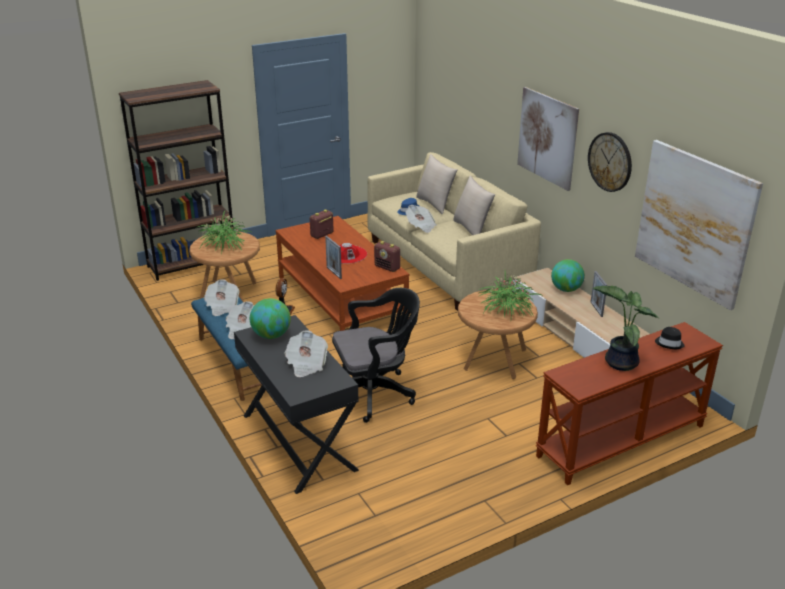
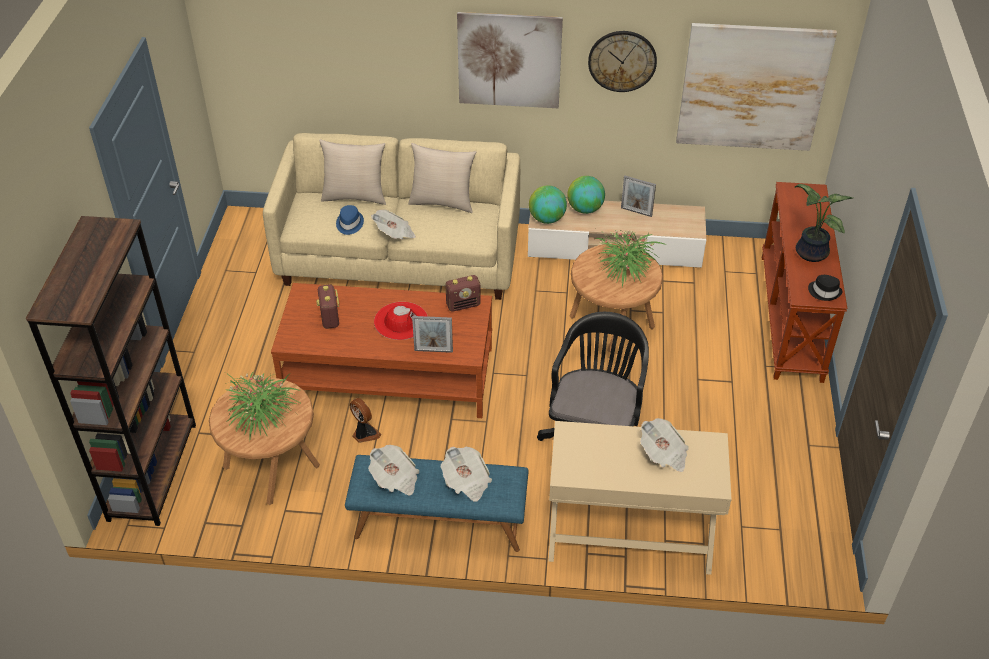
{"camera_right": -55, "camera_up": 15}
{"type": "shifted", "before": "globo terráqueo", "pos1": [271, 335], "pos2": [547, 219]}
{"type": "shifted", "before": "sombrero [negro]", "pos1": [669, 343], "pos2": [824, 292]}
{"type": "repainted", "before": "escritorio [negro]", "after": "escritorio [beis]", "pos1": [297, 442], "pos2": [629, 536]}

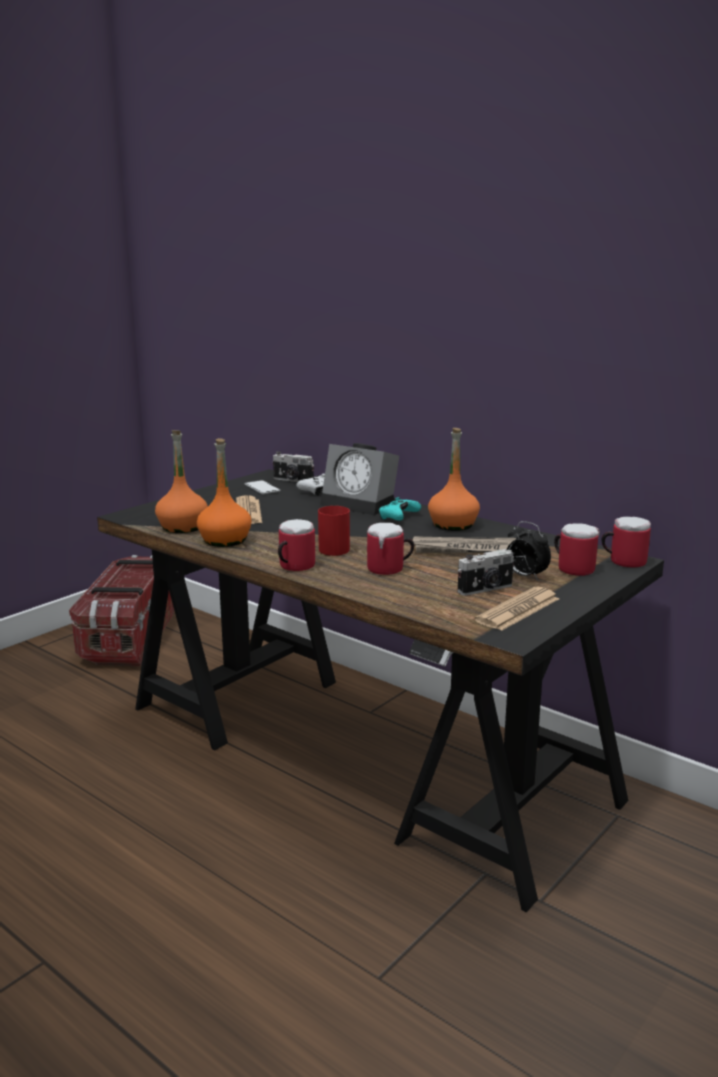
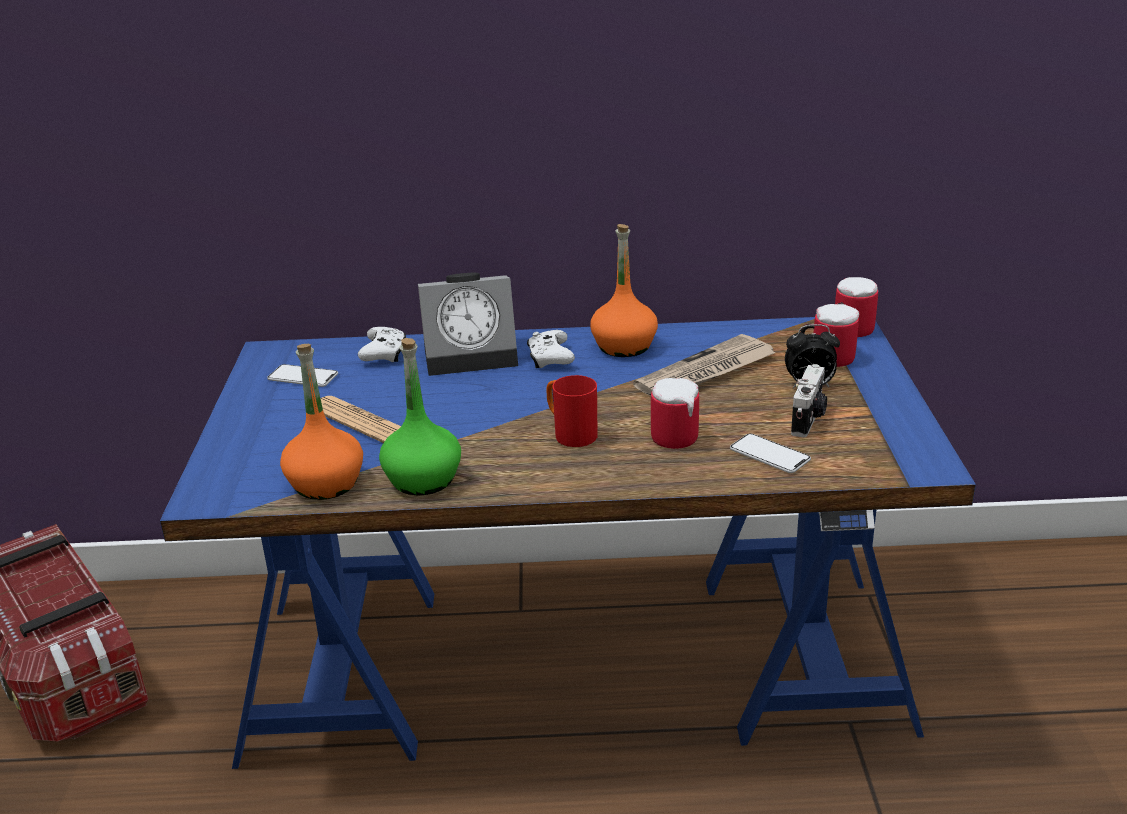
{"camera_right": -40, "camera_up": 10}
{"type": "gone", "before": "cámara", "pos1": [293, 480]}
{"type": "gone", "before": "taza grande", "pos1": [292, 566]}
{"type": "gone", "before": "periódico", "pos1": [518, 610]}
{"type": "new", "after": "móvil", "pos2": [769, 455]}
{"type": "repainted", "before": "escritorio [negro]", "after": "escritorio [azul]", "pos1": [362, 750], "pos2": [574, 660]}
{"type": "repainted", "before": "botella [naranja]", "after": "botella [verde]", "pos1": [225, 540], "pos2": [423, 479]}
{"type": "repainted", "before": "mando de consola [turquesa]", "after": "mando de consola [blanco]", "pos1": [398, 517], "pos2": [550, 358]}

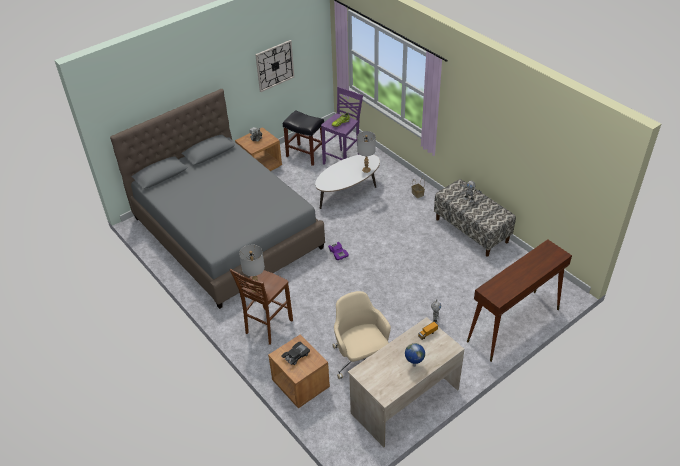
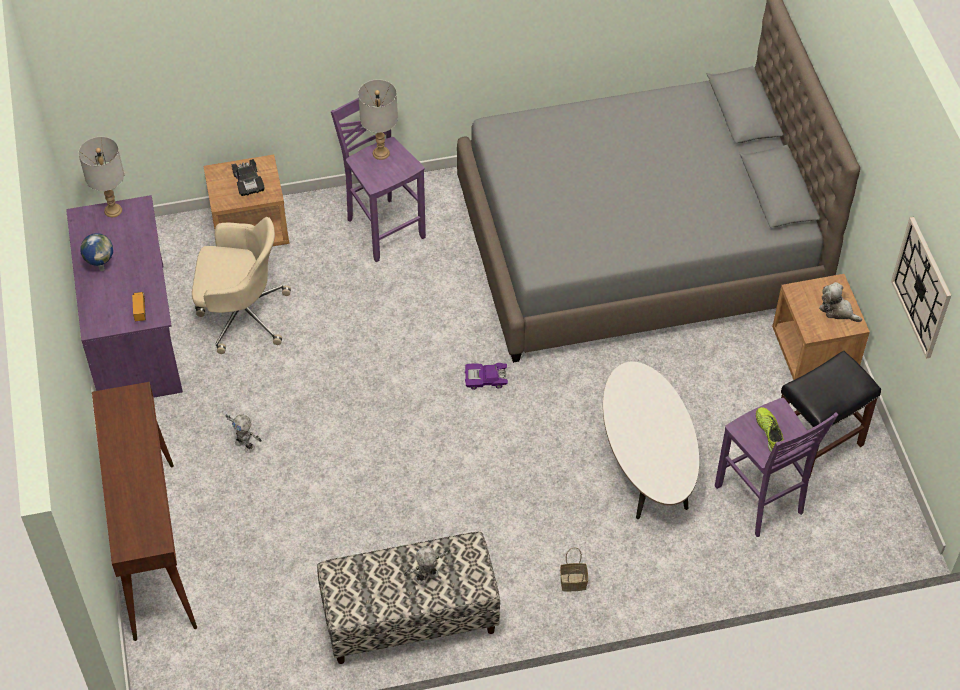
{"camera_right": 115, "camera_up": 10}
{"type": "shifted", "before": "lámpara de mesa [gris]", "pos1": [366, 170], "pos2": [113, 210]}
{"type": "repainted", "before": "taburete [marrón]", "after": "taburete [morado]", "pos1": [267, 327], "pos2": [384, 228]}
{"type": "repainted", "before": "escritorio [beis]", "after": "escritorio [morado]", "pos1": [404, 400], "pos2": [134, 333]}

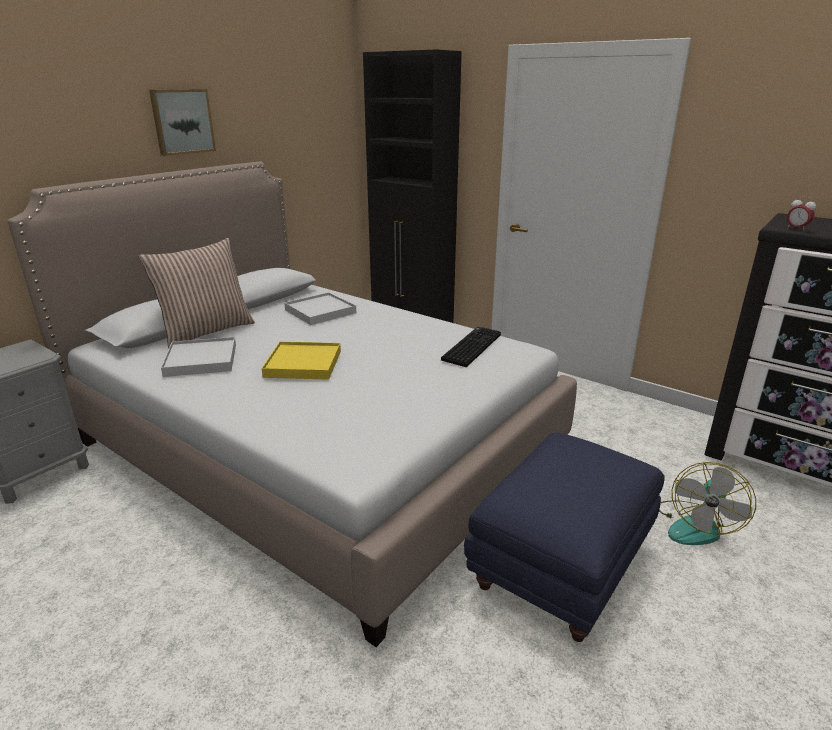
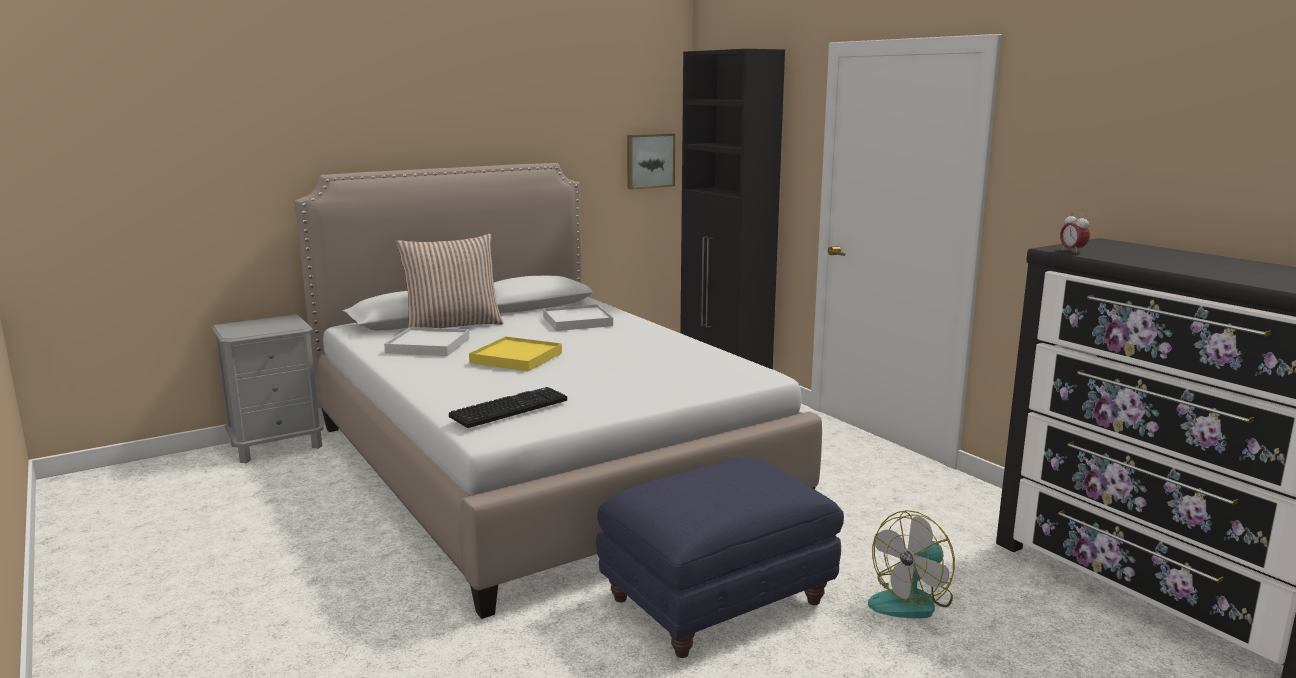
{"camera_right": 20, "camera_up": -10}
{"type": "shifted", "before": "cuadro", "pos1": [182, 121], "pos2": [649, 160]}
{"type": "shifted", "before": "teclado", "pos1": [471, 347], "pos2": [509, 408]}

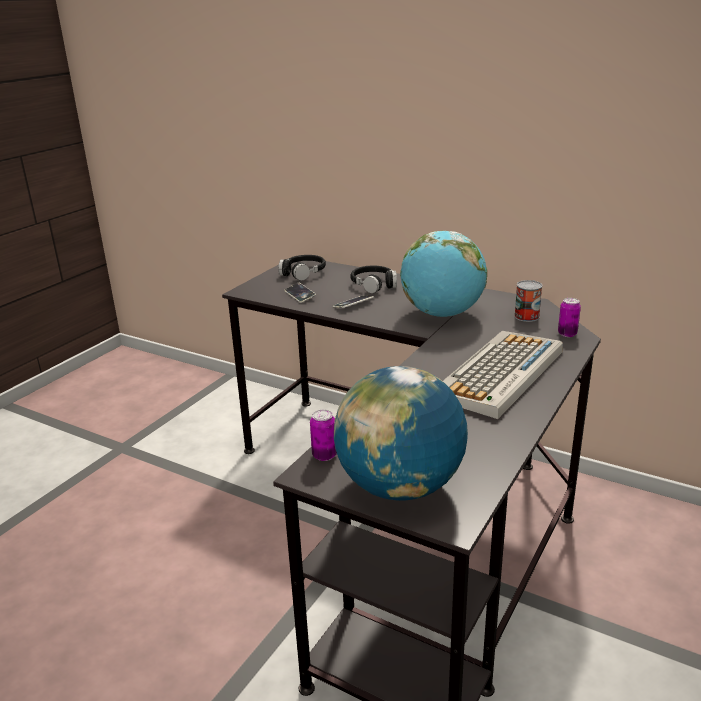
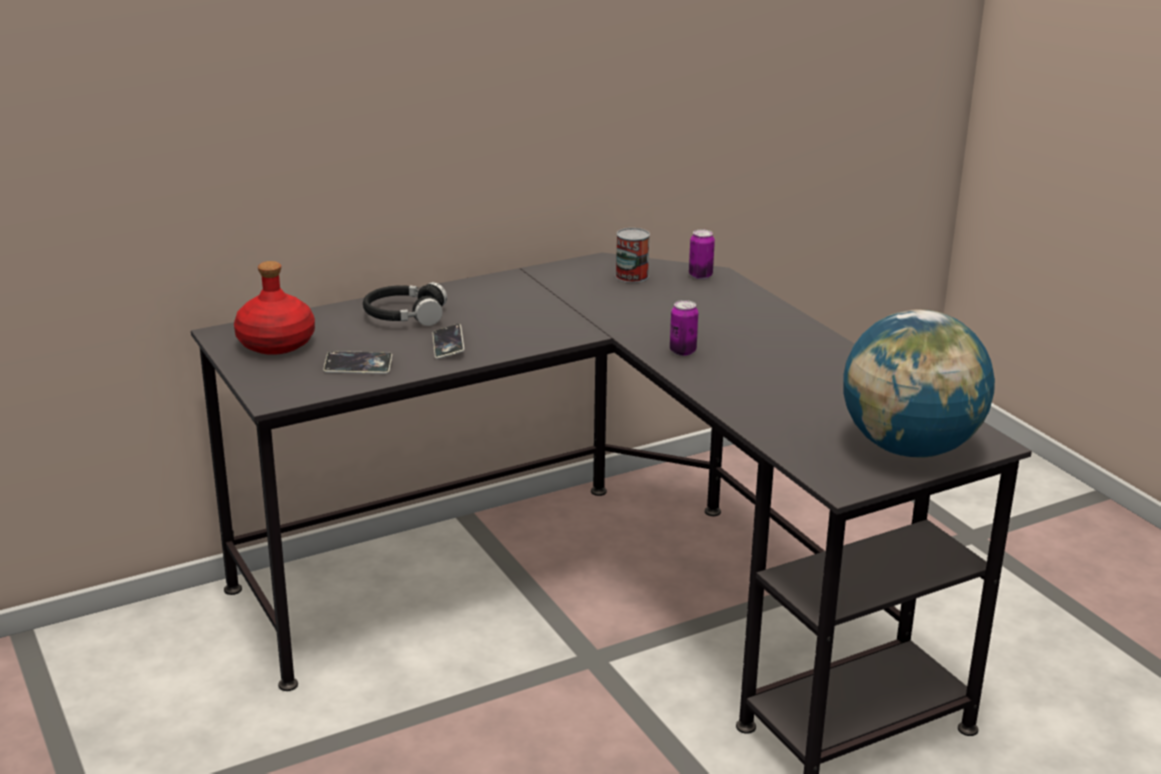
{"camera_right": -60, "camera_up": 0}
{"type": "gone", "before": "globo terráqueo", "pos1": [442, 314]}
{"type": "gone", "before": "teclado", "pos1": [499, 374]}
{"type": "shifted", "before": "lata", "pos1": [324, 455], "pos2": [682, 351]}
{"type": "swapped", "before": "auriculares [negro]", "after": "botella [rojo]", "pos1": [303, 273], "pos2": [276, 343]}

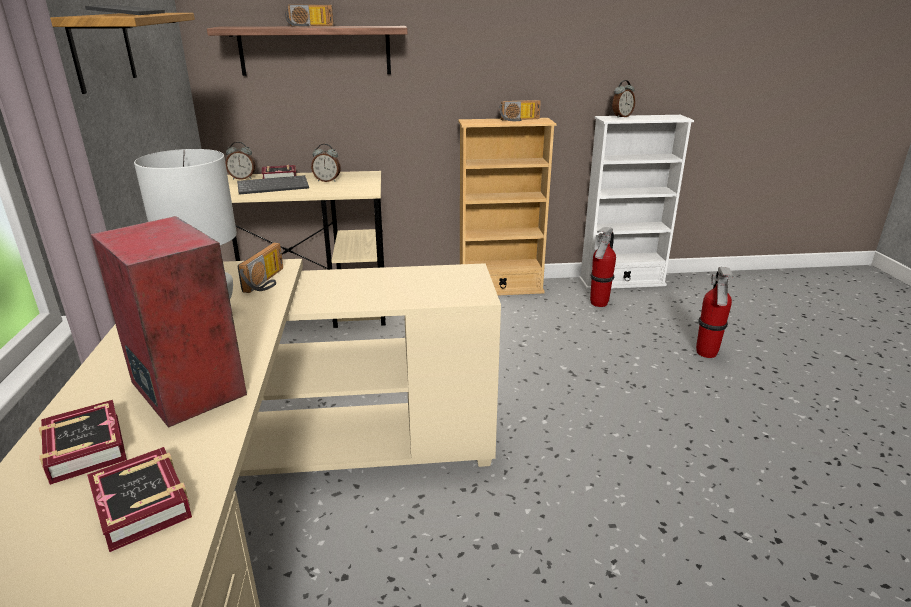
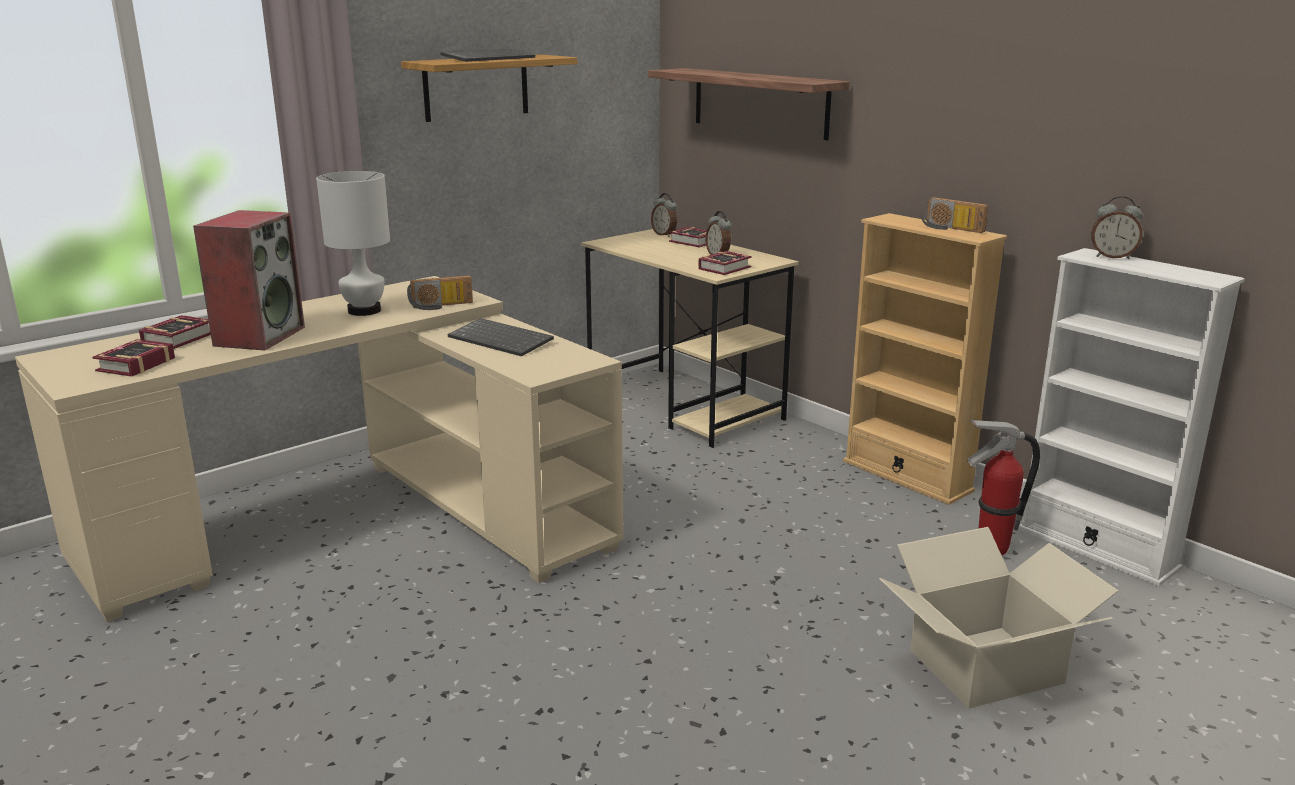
{"camera_right": 55, "camera_up": -5}
{"type": "gone", "before": "radio", "pos1": [309, 26]}
{"type": "new", "after": "libro", "pos2": [727, 268]}
{"type": "shifted", "before": "teclado", "pos1": [274, 186], "pos2": [502, 340]}
{"type": "swapped", "before": "extintor", "after": "caja de cartón", "pos1": [706, 353], "pos2": [987, 667]}

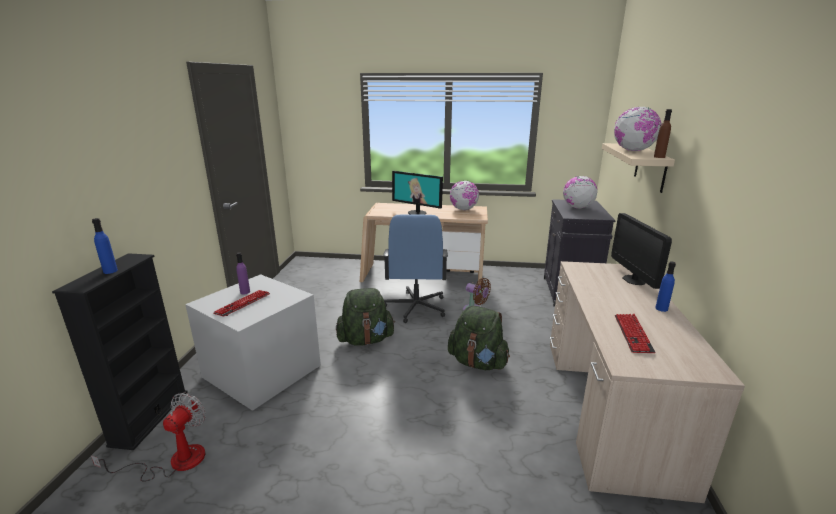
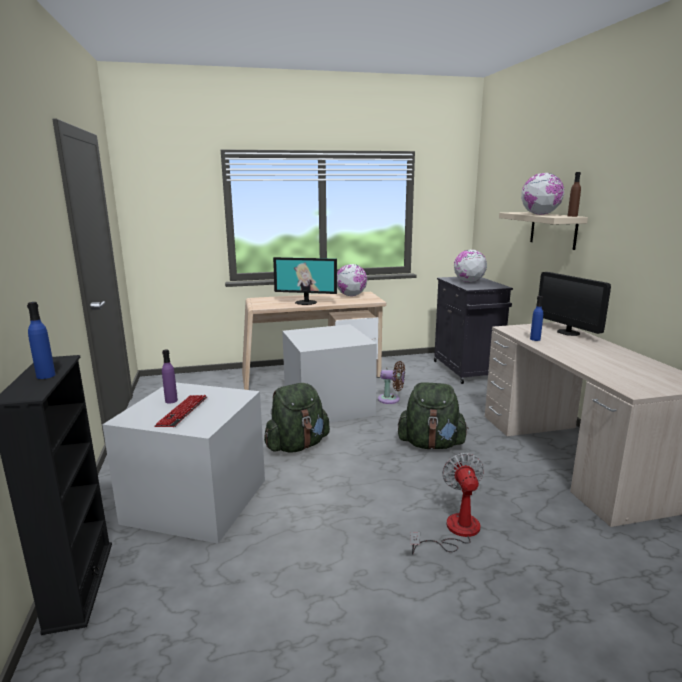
{"camera_right": -20, "camera_up": -5}
{"type": "gone", "before": "teclado", "pos1": [633, 334]}
{"type": "shifted", "before": "ventilador", "pos1": [174, 461], "pos2": [455, 531]}
{"type": "shifted", "before": "botella [azul]", "pos1": [661, 308], "pos2": [535, 339]}
{"type": "swapped", "before": "silla de oficina [azul]", "after": "caja de almacenaje [gris]", "pos1": [415, 307], "pos2": [327, 406]}

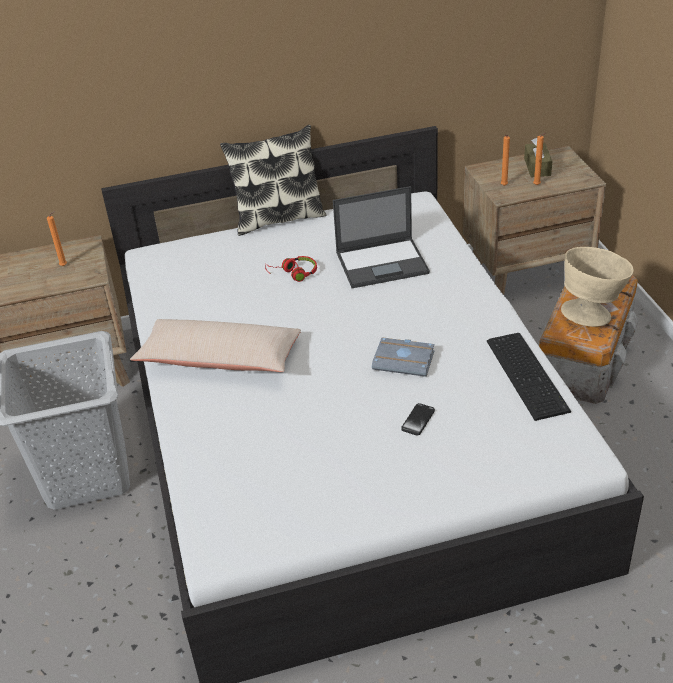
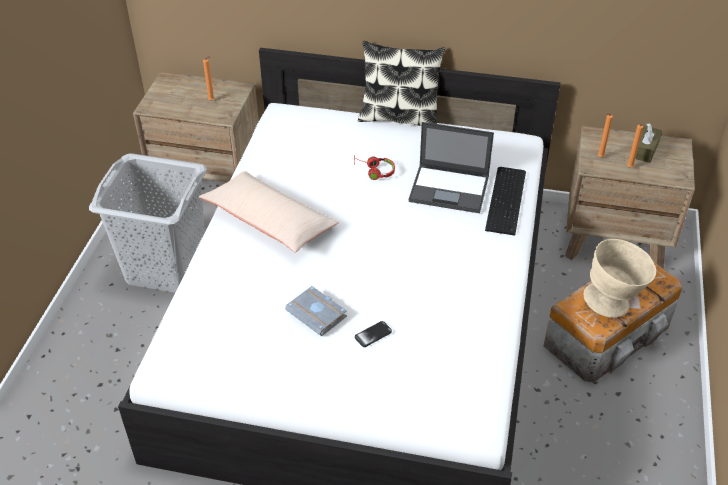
{"camera_right": 25, "camera_up": 5}
{"type": "shifted", "before": "libro [gris]", "pos1": [405, 360], "pos2": [318, 314]}
{"type": "shifted", "before": "teclado", "pos1": [528, 374], "pos2": [508, 200]}

